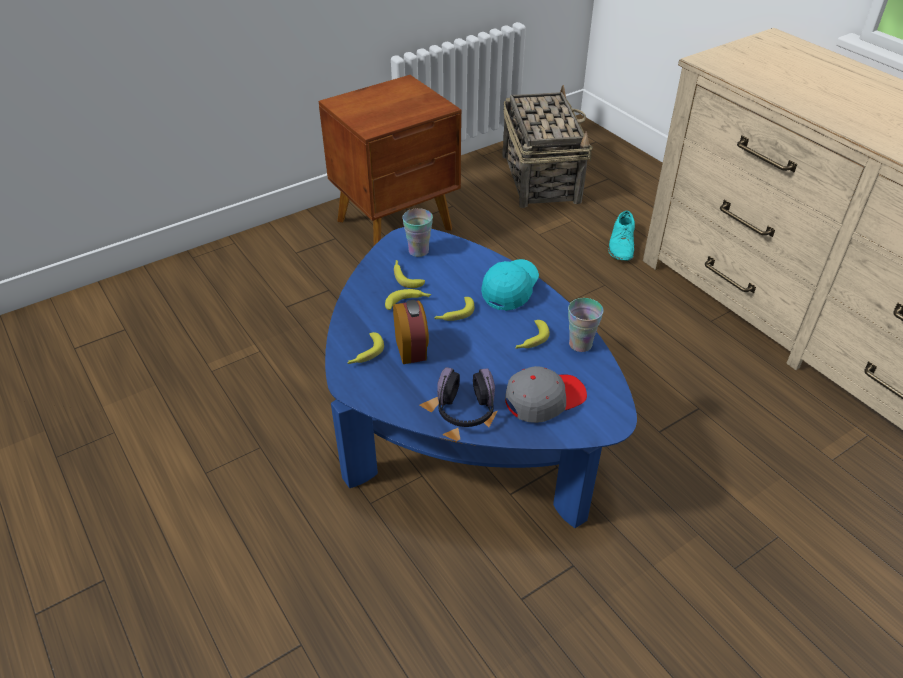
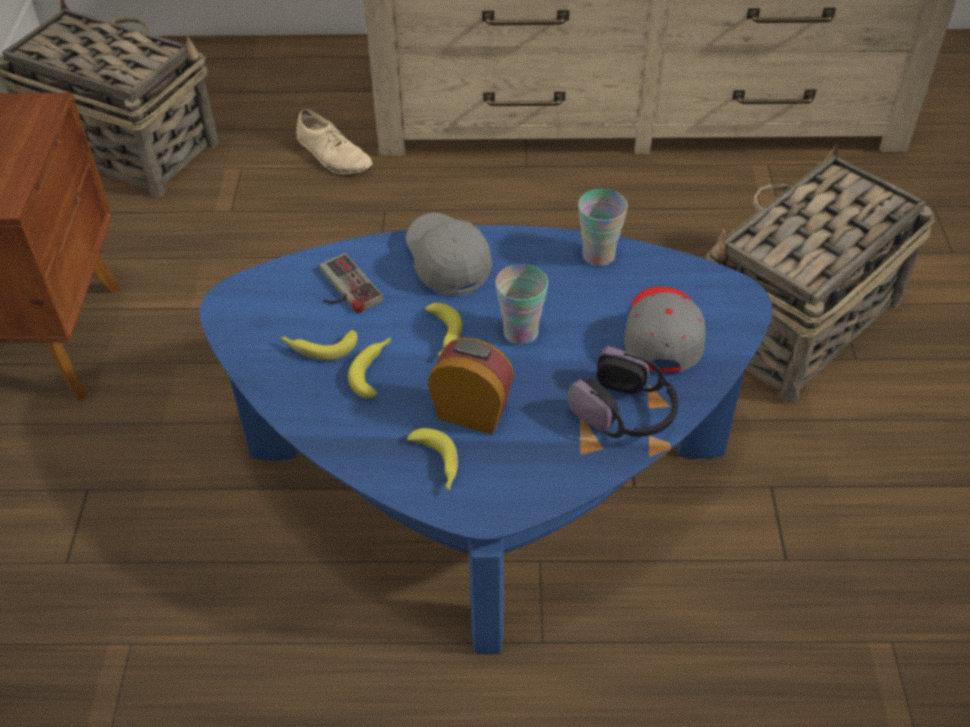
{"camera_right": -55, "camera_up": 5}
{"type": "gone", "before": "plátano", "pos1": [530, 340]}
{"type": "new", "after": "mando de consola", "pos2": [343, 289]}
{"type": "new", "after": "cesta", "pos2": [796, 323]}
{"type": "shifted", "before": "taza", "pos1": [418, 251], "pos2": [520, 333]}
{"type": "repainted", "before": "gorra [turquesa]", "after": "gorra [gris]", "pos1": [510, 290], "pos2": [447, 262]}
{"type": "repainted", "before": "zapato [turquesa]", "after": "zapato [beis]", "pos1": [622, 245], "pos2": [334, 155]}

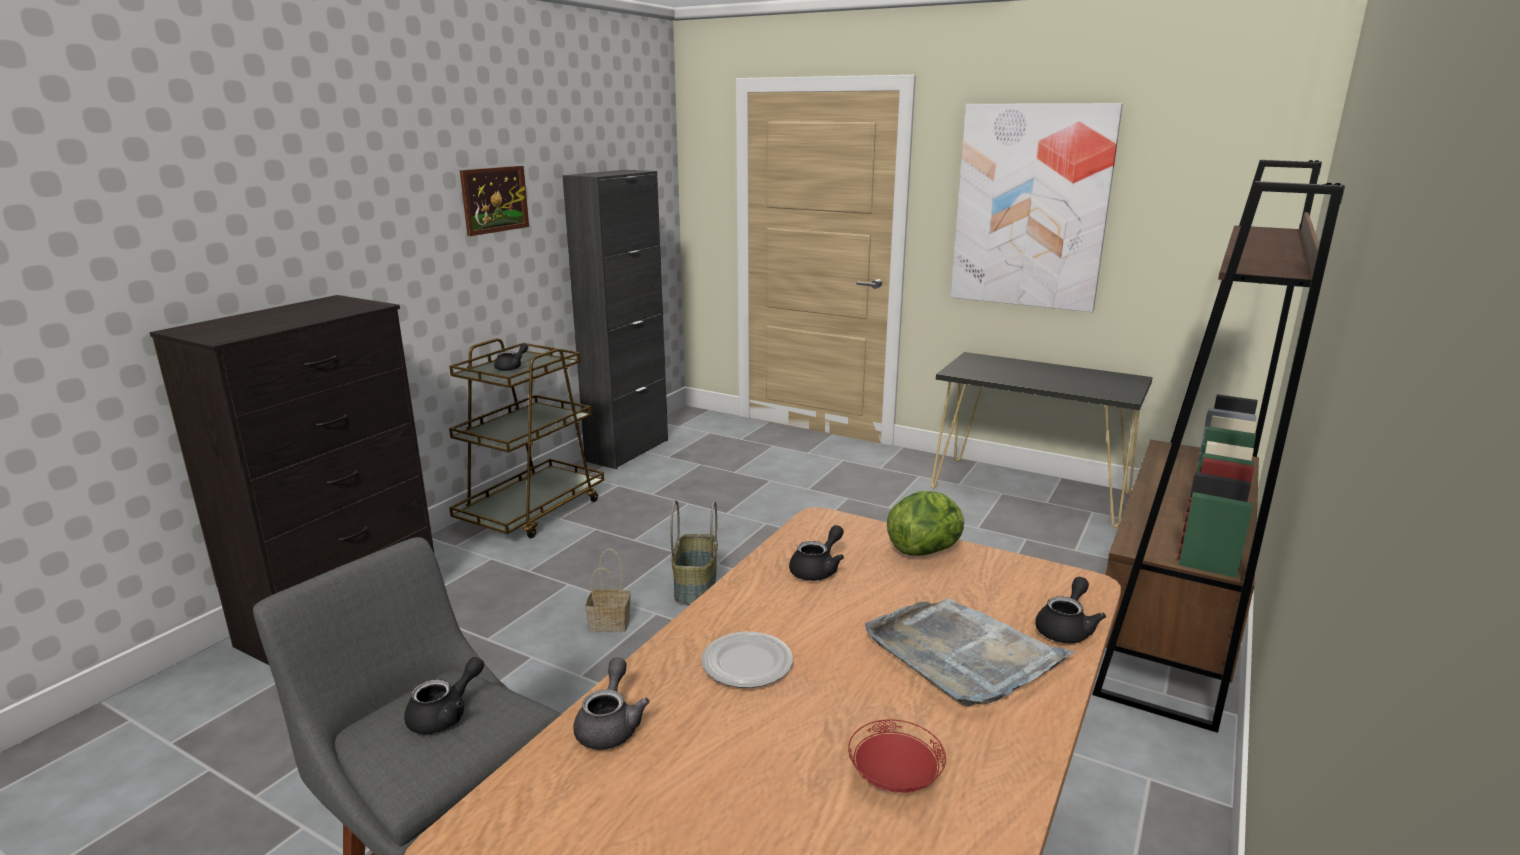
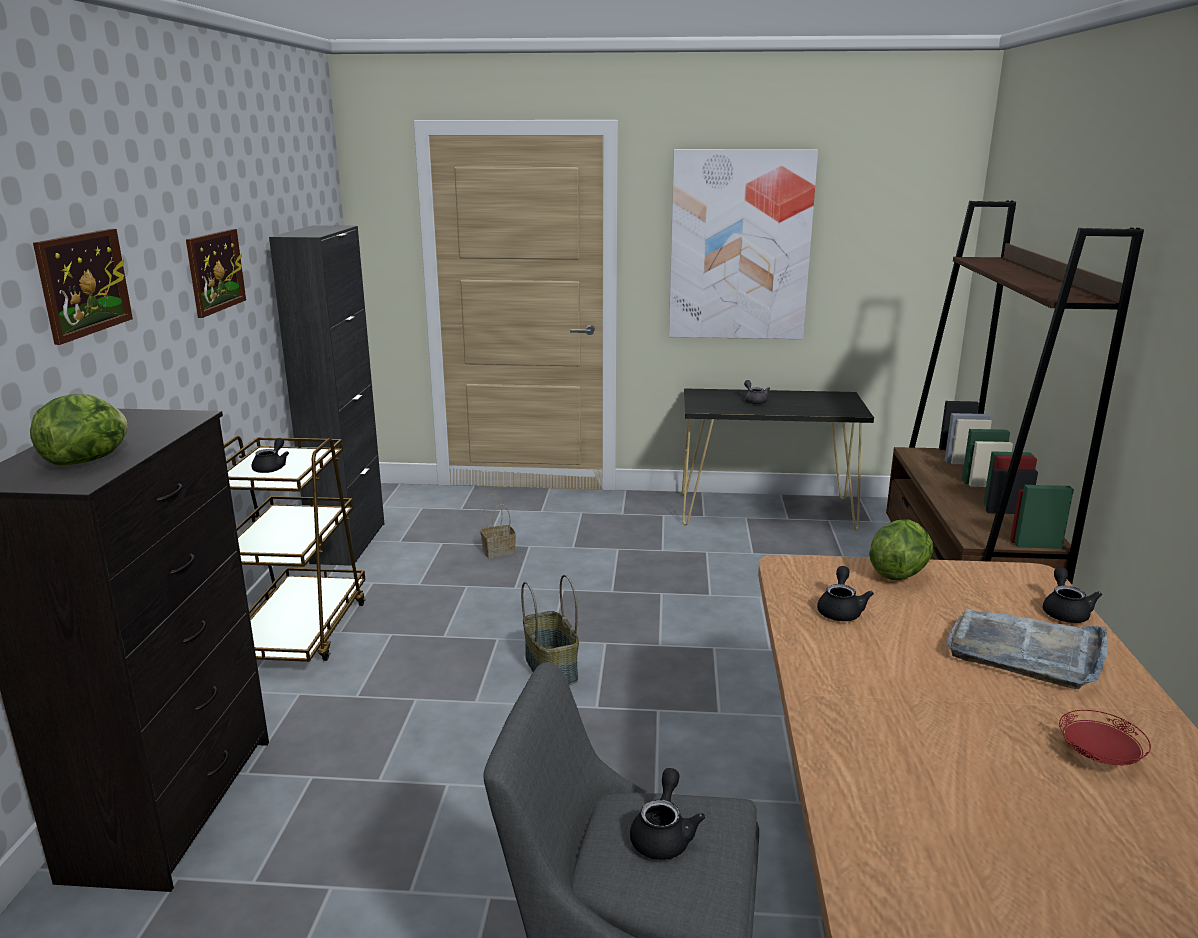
{"camera_right": -25, "camera_up": 0}
{"type": "gone", "before": "plato", "pos1": [747, 665]}
{"type": "new", "after": "lechuga", "pos2": [88, 460]}
{"type": "new", "after": "cuadro", "pos2": [84, 284]}
{"type": "shifted", "before": "tetera [gris]", "pos1": [610, 725], "pos2": [754, 401]}
{"type": "shifted", "before": "cesta", "pos1": [611, 623], "pos2": [499, 551]}

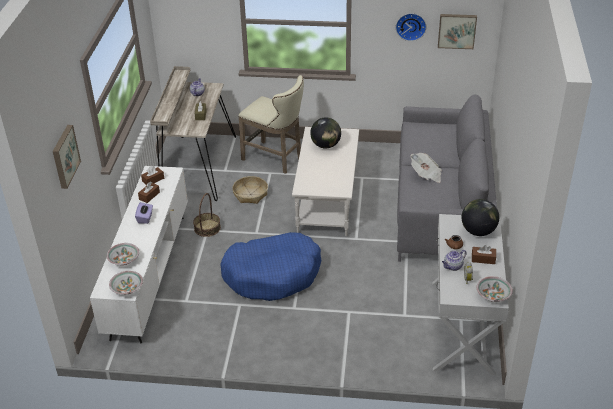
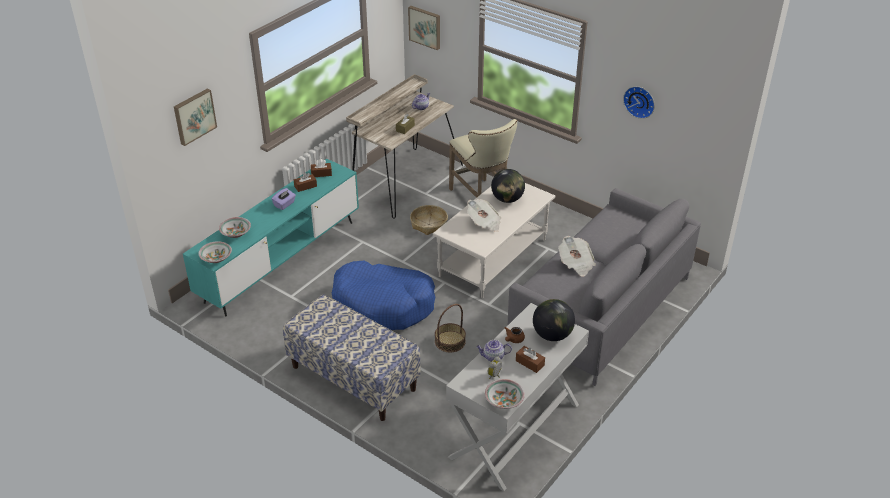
{"camera_right": 30, "camera_up": 0}
{"type": "new", "after": "banco", "pos2": [353, 378]}
{"type": "new", "after": "periódico", "pos2": [484, 223]}
{"type": "shifted", "before": "cesta", "pos1": [207, 228], "pos2": [450, 341]}
{"type": "shifted", "before": "cuadro", "pos1": [457, 30], "pos2": [425, 27]}
{"type": "repainted", "before": "mueble de televisión [blanco]", "after": "mueble de televisión [turquesa]", "pos1": [149, 275], "pos2": [281, 262]}

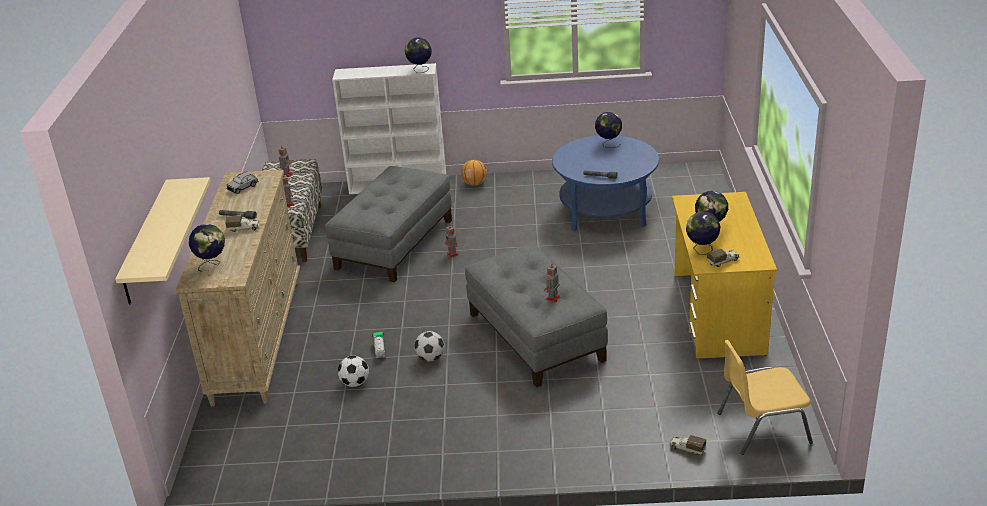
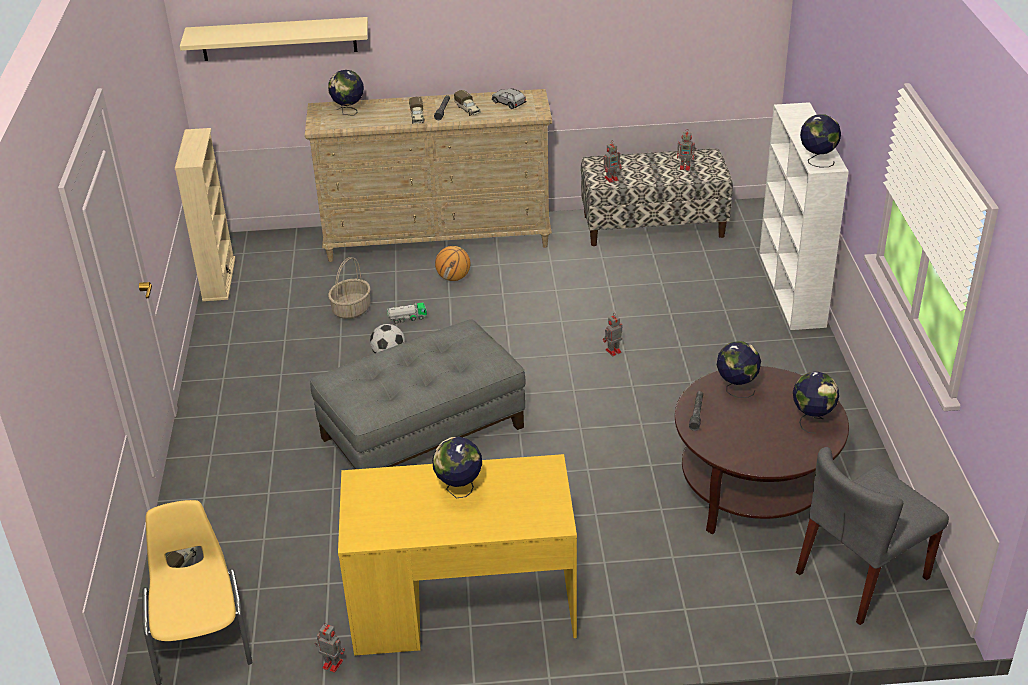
{"camera_right": 85, "camera_up": 5}
{"type": "gone", "before": "puf [gris]", "pos1": [394, 244]}
{"type": "new", "after": "estantería [beis]", "pos2": [218, 279]}
{"type": "new", "after": "silla [gris]", "pos2": [862, 576]}
{"type": "shifted", "before": "balón de baloncesto", "pos1": [475, 184], "pos2": [454, 278]}
{"type": "shifted", "before": "robot de juguete", "pos1": [552, 298], "pos2": [331, 664]}
{"type": "shifted", "before": "globo terráqueo", "pos1": [702, 250], "pos2": [736, 389]}
{"type": "shifted", "before": "camión de juguete", "pos1": [723, 261], "pos2": [468, 110]}
{"type": "swapped", "before": "balón de fútbol", "after": "cesta", "pos1": [355, 383], "pos2": [351, 309]}
{"type": "repainted", "before": "mesa de centro [azul]", "after": "mesa de centro [marrón]", "pos1": [605, 210], "pos2": [753, 488]}

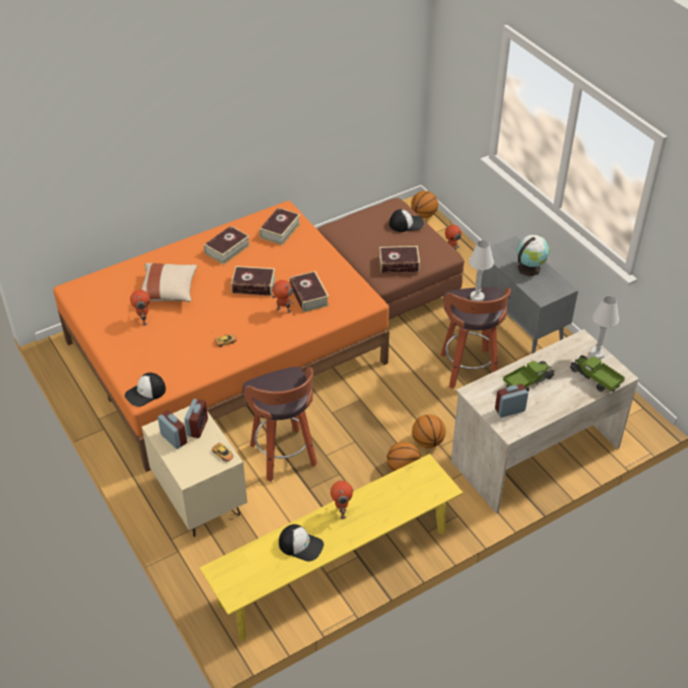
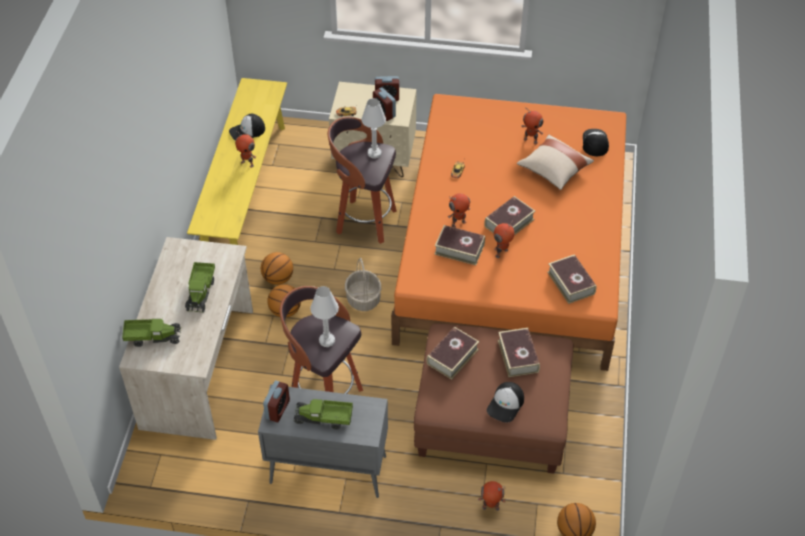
{"camera_right": 130, "camera_up": 5}
{"type": "new", "after": "cesta", "pos2": [363, 298]}
{"type": "new", "after": "robot de juguete", "pos2": [502, 253]}
{"type": "shifted", "before": "gorra", "pos1": [145, 393], "pos2": [594, 143]}
{"type": "shifted", "before": "libro", "pos1": [227, 249], "pos2": [518, 356]}
{"type": "shifted", "before": "despertador", "pos1": [509, 410], "pos2": [277, 409]}
{"type": "shifted", "before": "lámpara de mesa [blanco]", "pos1": [597, 354], "pos2": [374, 153]}
{"type": "swapped", "before": "globo terráqueo", "after": "camión de juguete", "pos1": [530, 268], "pos2": [324, 419]}

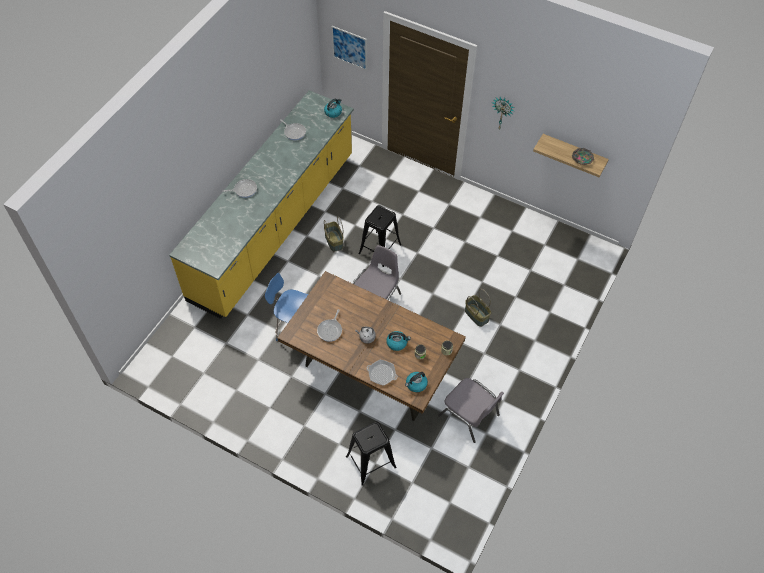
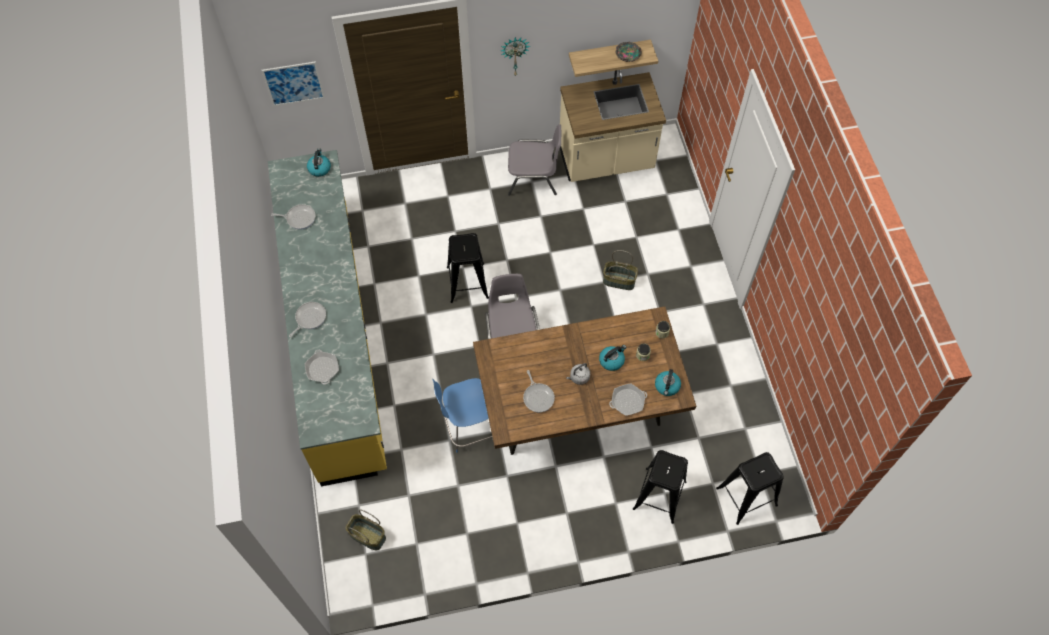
{"camera_right": -40, "camera_up": 5}
{"type": "new", "after": "sartén", "pos2": [322, 369]}
{"type": "new", "after": "mueble bajo de cocina [beis]", "pos2": [606, 161]}
{"type": "new", "after": "taburete [negro]", "pos2": [746, 497]}
{"type": "shifted", "before": "cesta", "pos1": [333, 241], "pos2": [367, 536]}
{"type": "shifted", "before": "silla [gris]", "pos1": [469, 416], "pos2": [533, 177]}

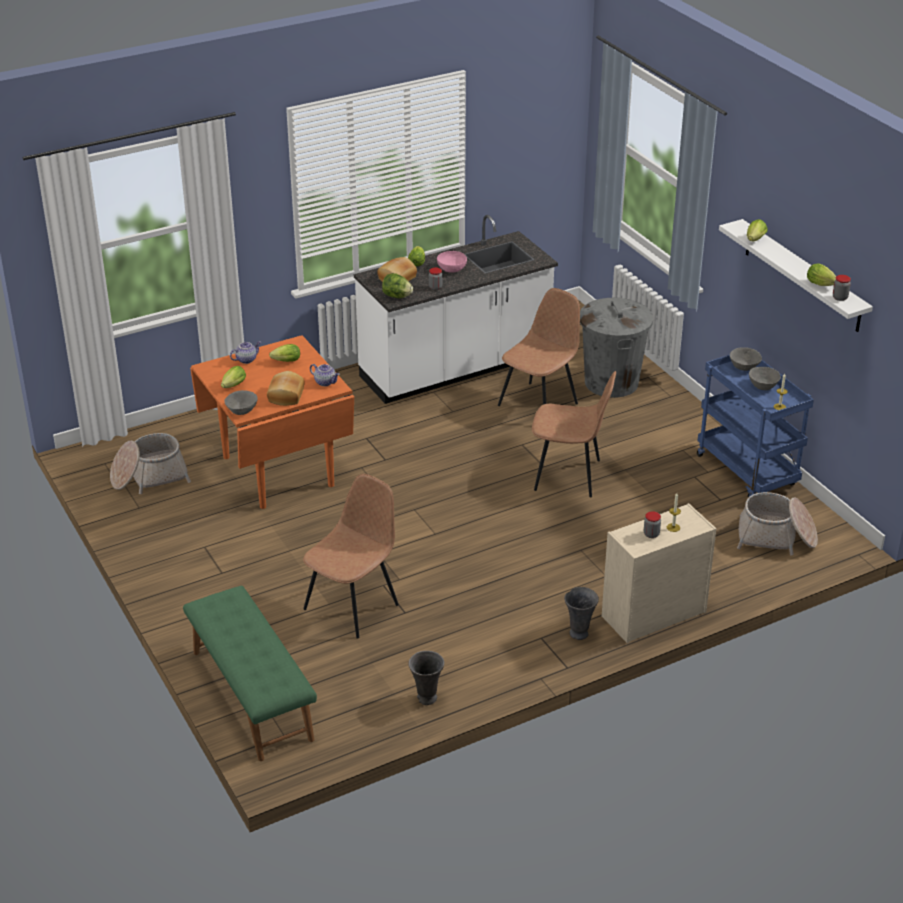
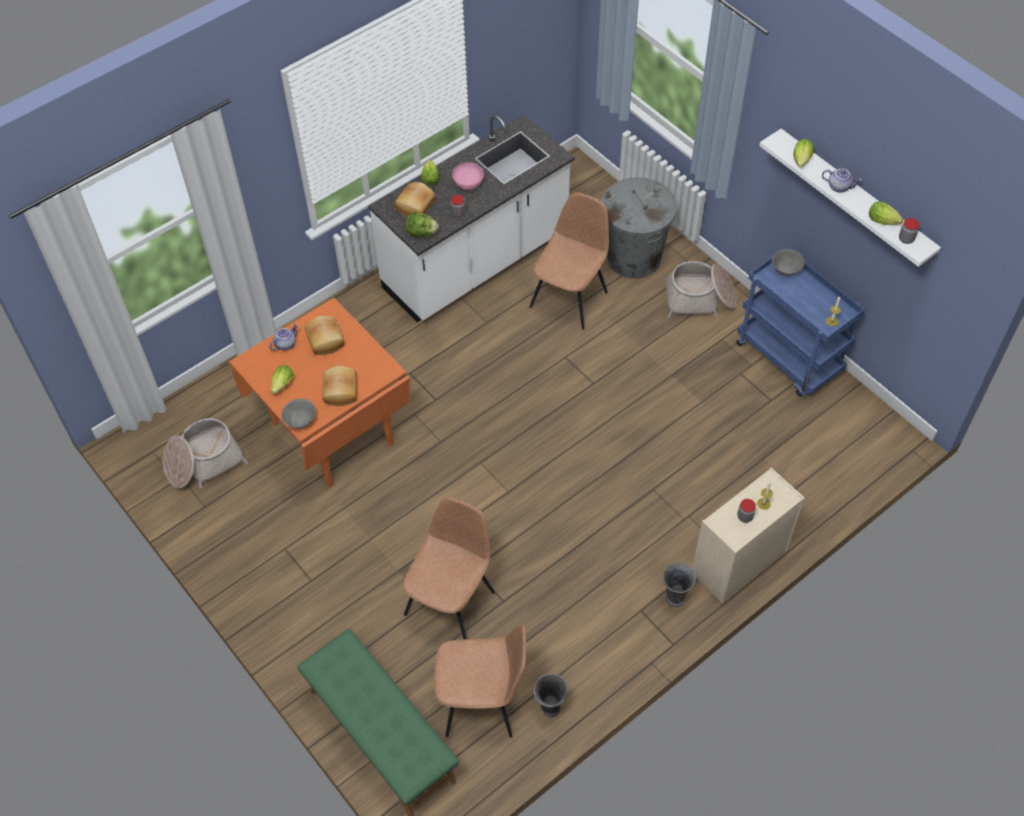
{"camera_right": -10, "camera_up": 20}
{"type": "gone", "before": "cuenco [gris]", "pos1": [763, 386]}
{"type": "shifted", "before": "tetera", "pos1": [325, 382], "pos2": [839, 186]}
{"type": "shifted", "before": "silla [marrón]", "pos1": [569, 475], "pos2": [482, 702]}
{"type": "shifted", "before": "cesta", "pos1": [776, 537], "pos2": [700, 299]}
{"type": "swapped", "before": "lechuga", "after": "pan", "pos1": [285, 361], "pos2": [326, 340]}

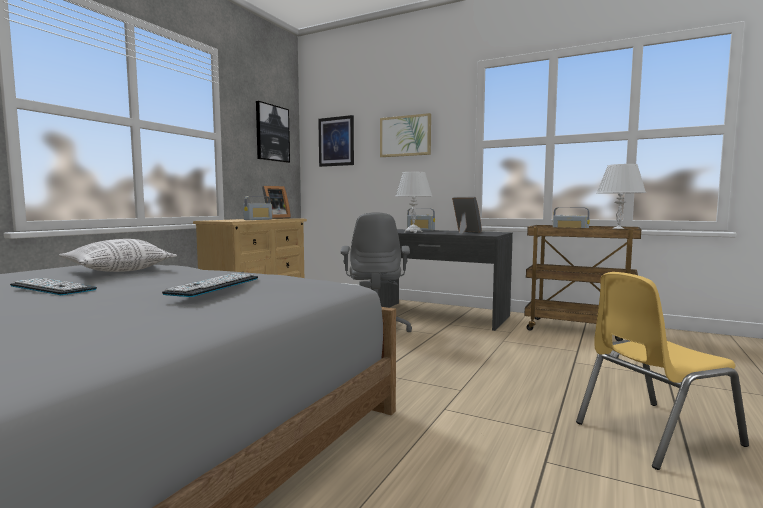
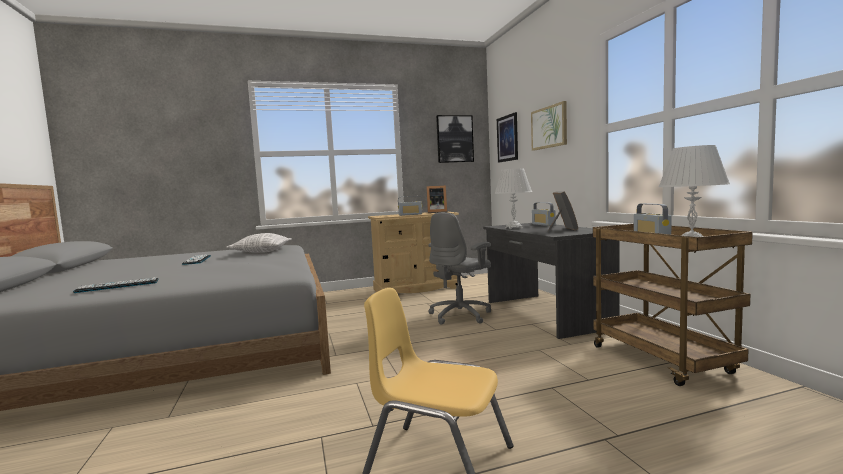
{"camera_right": 45, "camera_up": 0}
{"type": "shifted", "before": "teclado", "pos1": [214, 286], "pos2": [118, 286]}

